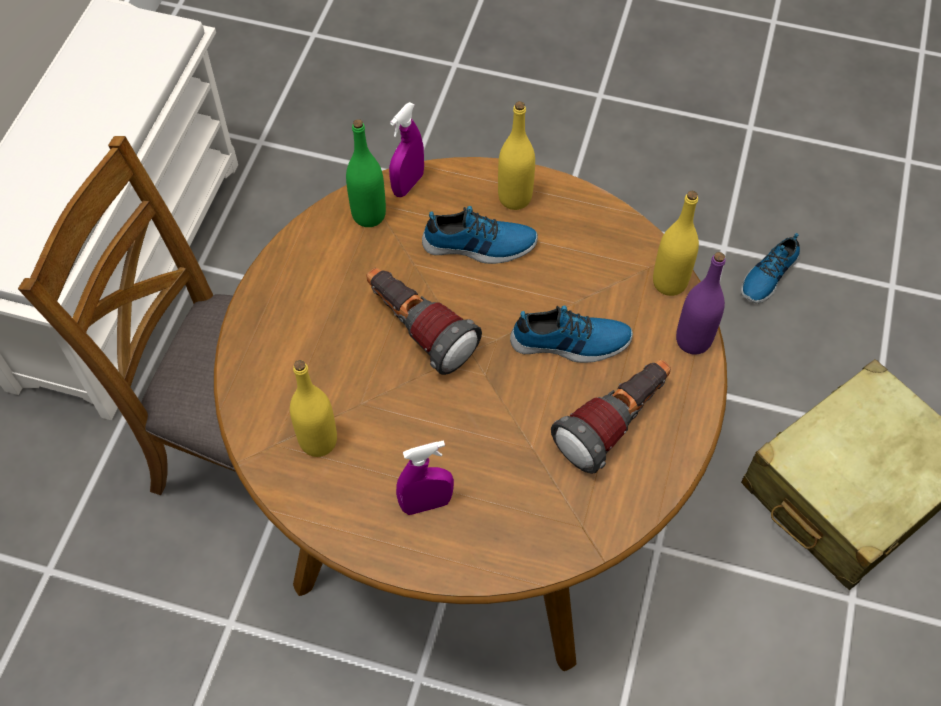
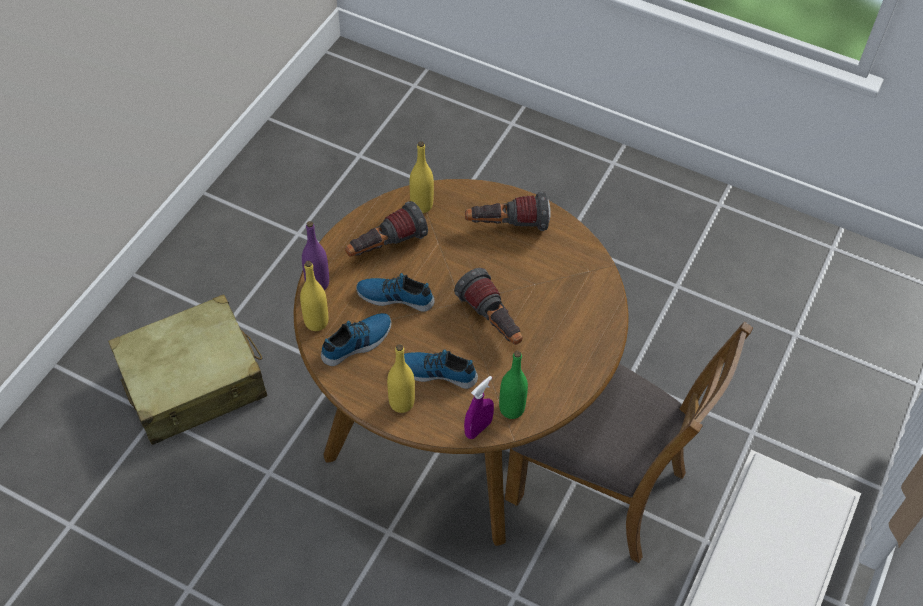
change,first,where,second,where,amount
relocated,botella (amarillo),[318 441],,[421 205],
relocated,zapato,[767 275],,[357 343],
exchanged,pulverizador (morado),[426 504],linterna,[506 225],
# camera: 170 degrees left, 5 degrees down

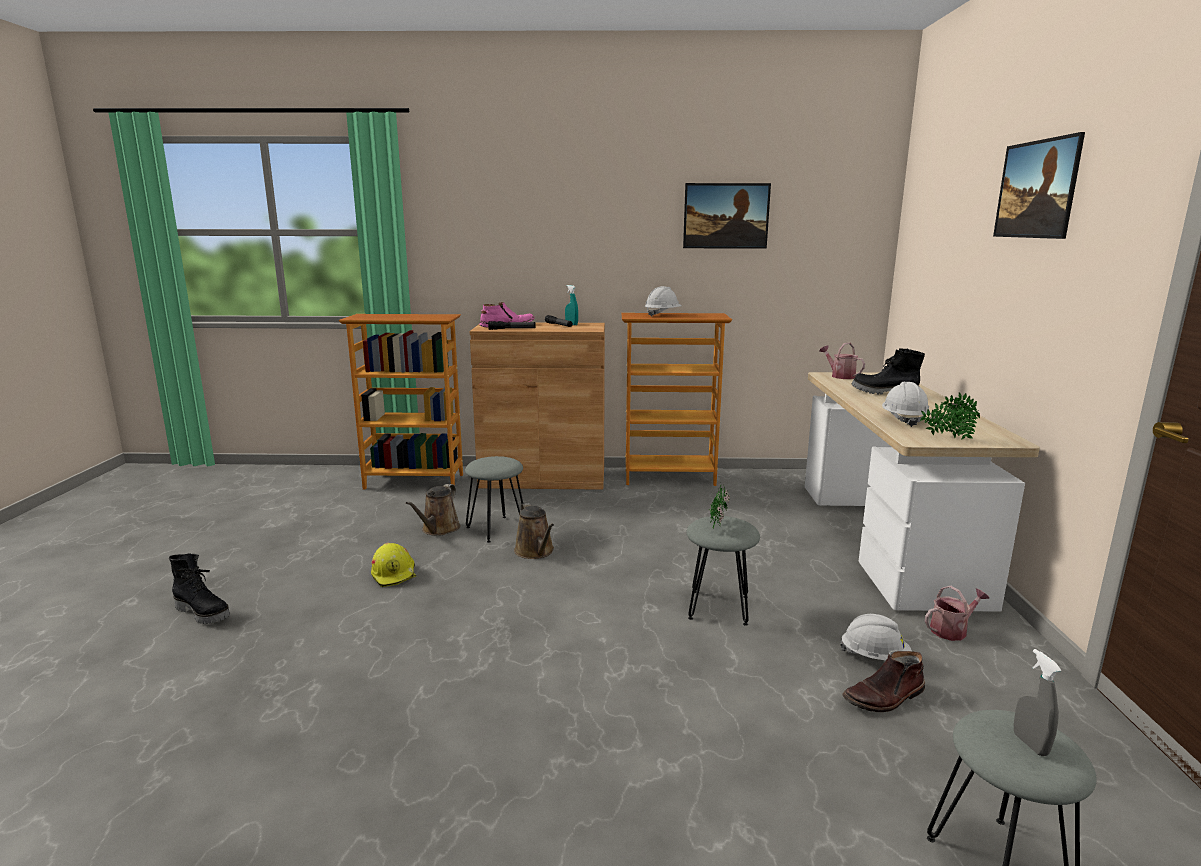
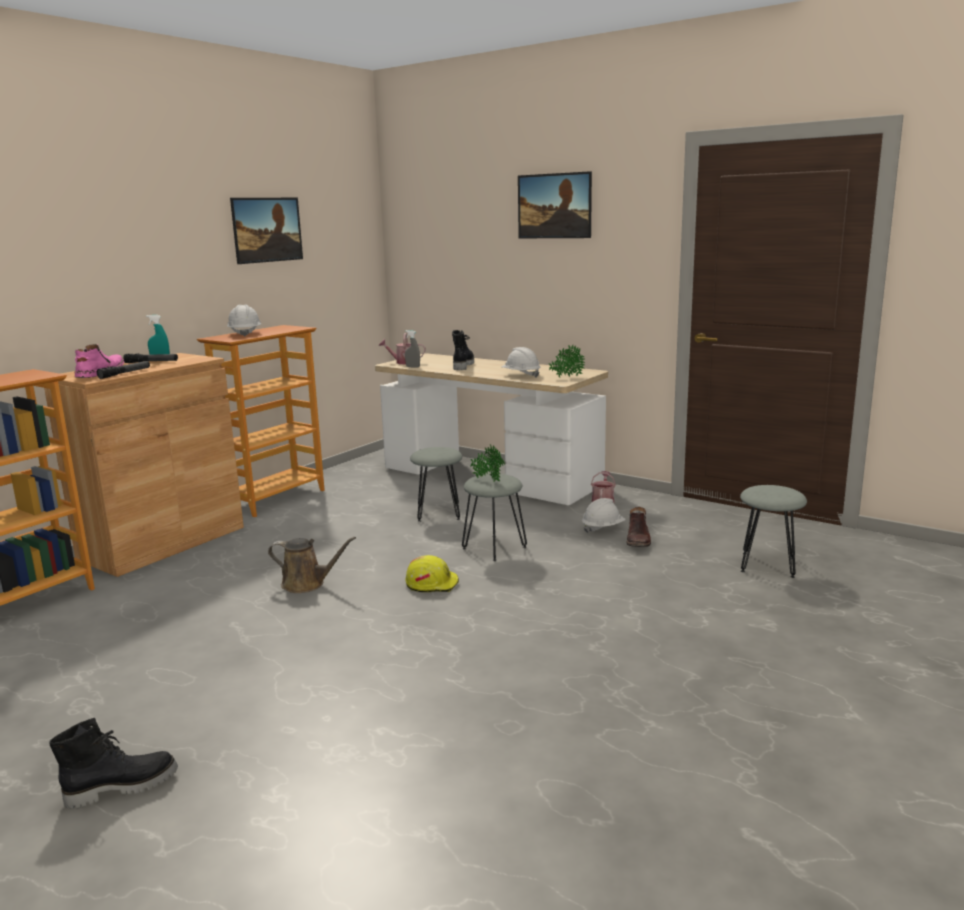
change,first,where,second,where,amount
missing,regadera (marrón),[438 529],,,
relocated,casco (amarillo),[394 574],,[432 584],
relocated,taburete (gris),[496 528],,[438 513],
relocated,pulverizador (gris),[1030 744],,[413 367],
spun,bota (negro),[883 393],,[462 365],120 degrees clockwise
# camera: 55 degrees left, 0 degrees up

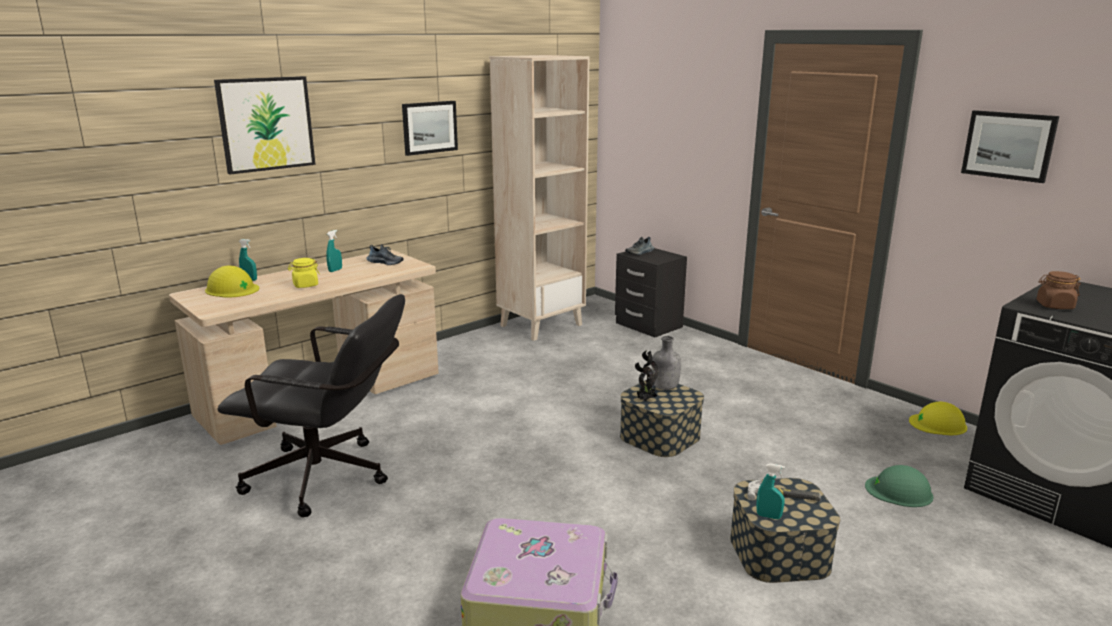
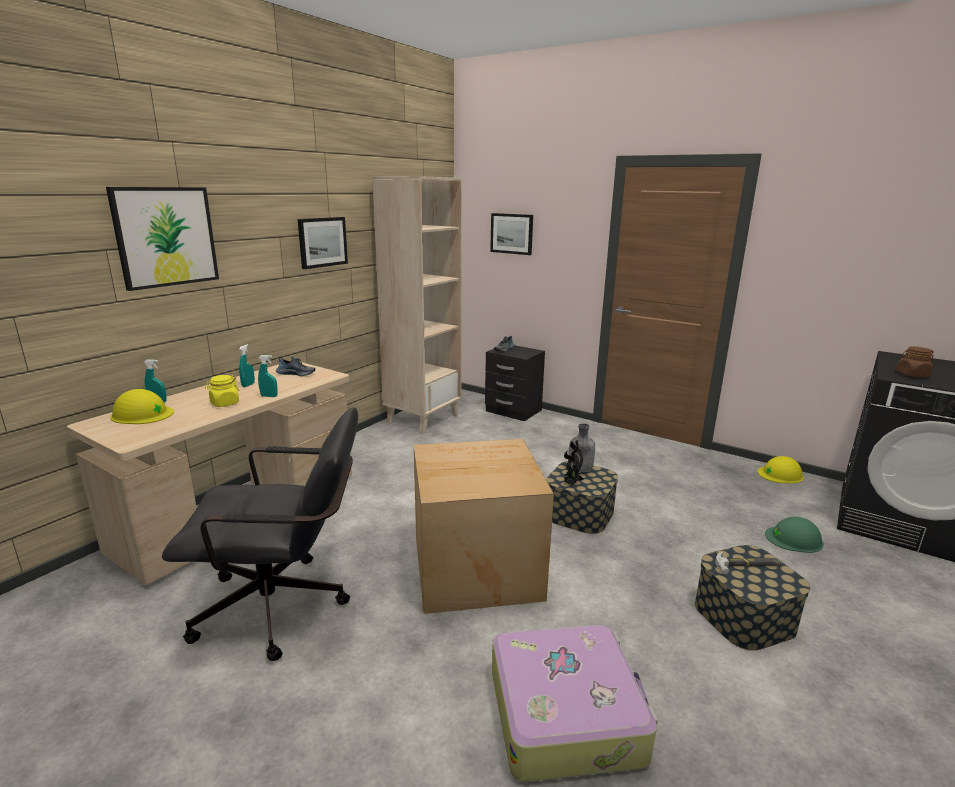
change,first,where,second,where,amount
appeared,,,caja de cartón,[474 567],
relocated,pulverizador (turquesa),[768 516],,[269 396],
relocated,cuadro,[1008 145],,[512 233],
# camera: 15 degrees left, 0 degrees up

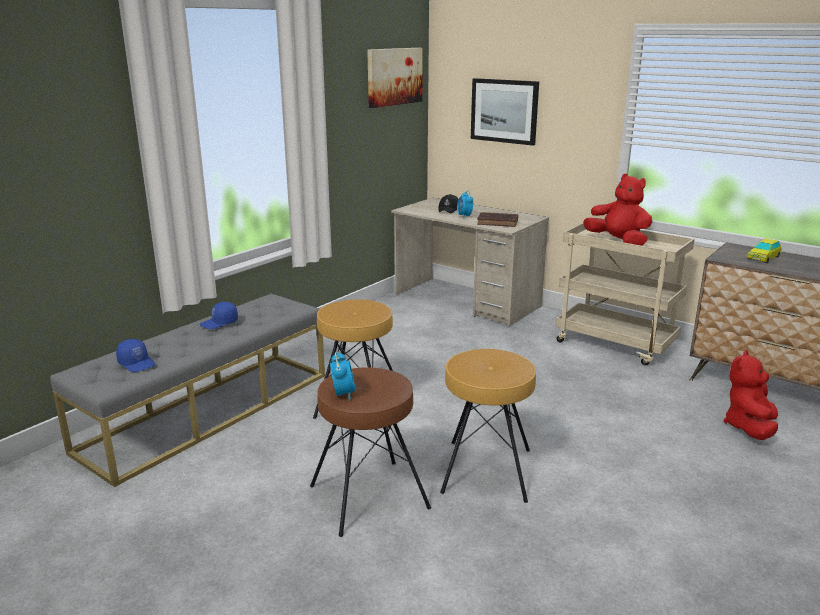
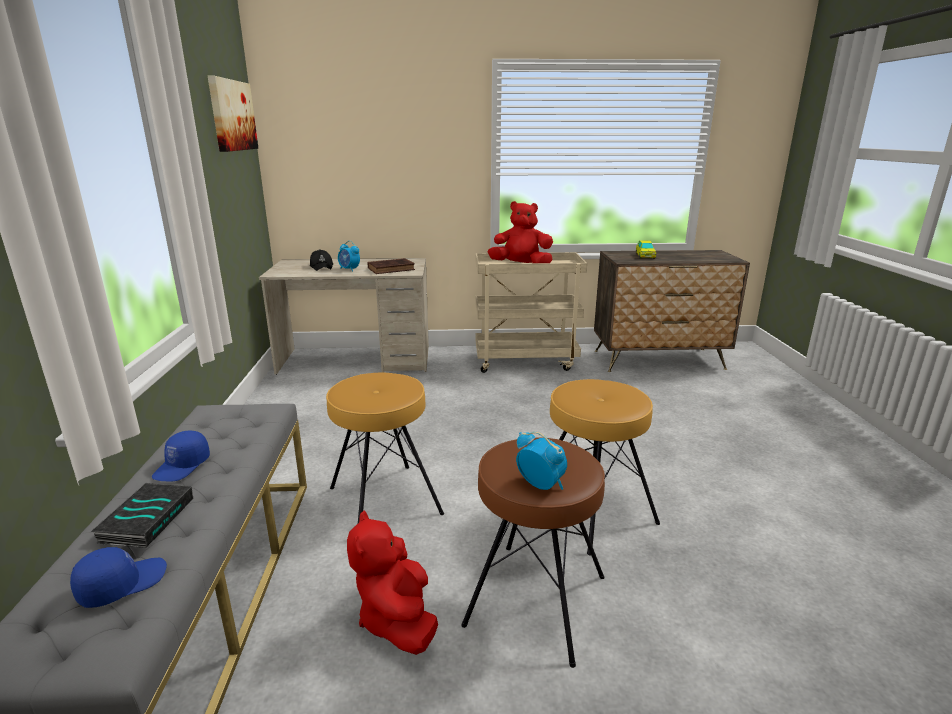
change,first,where,second,where,amount
missing,cuadro,[504 111],,,
appeared,,,libro,[146 519],
relocated,peluche (rojo),[749 428],,[397 619],
spun,gorra (azul),[137 363],,[122 583],45 degrees counterclockwise
# camera: 40 degrees left, 0 degrees up

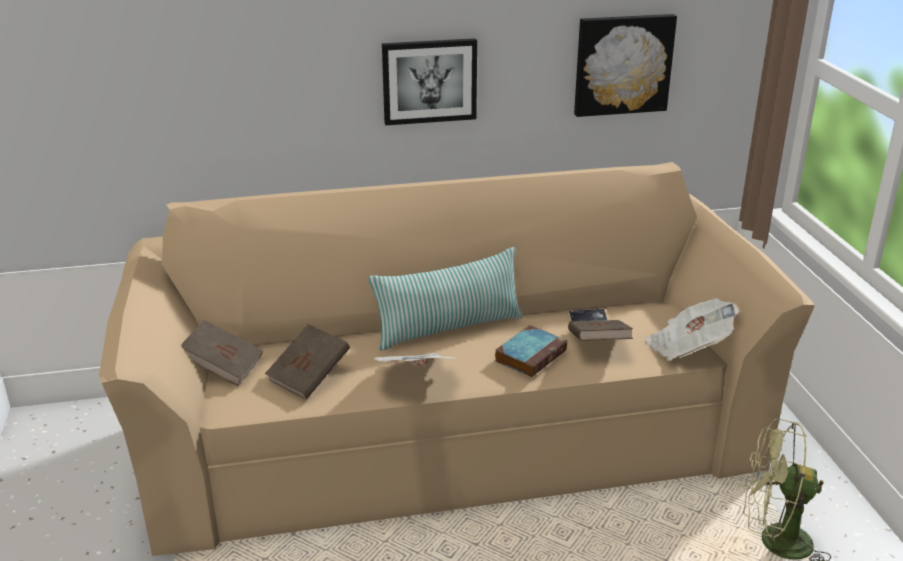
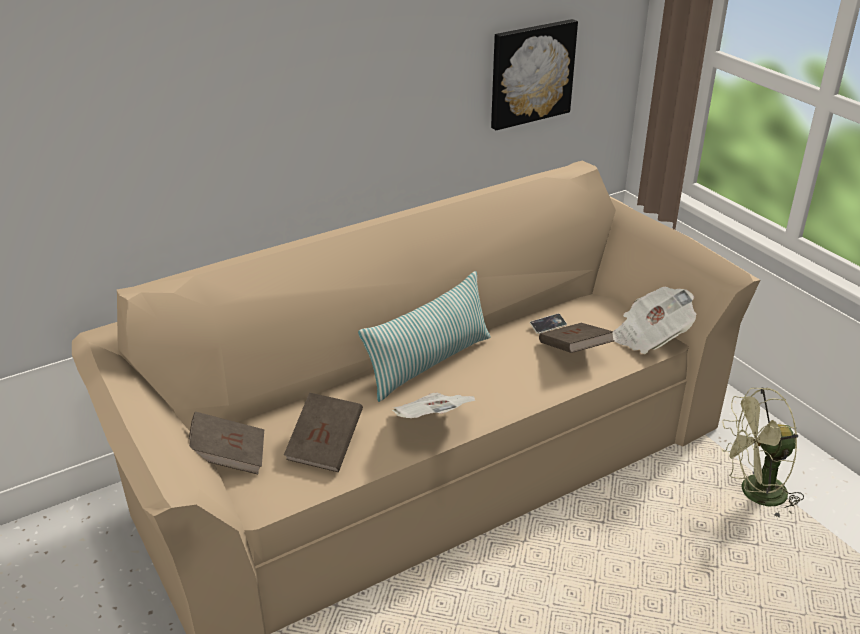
change,first,where,second,where,amount
missing,cuadro,[429 81],,,
missing,libro,[531 355],,,
# camera: 20 degrees left, 5 degrees up

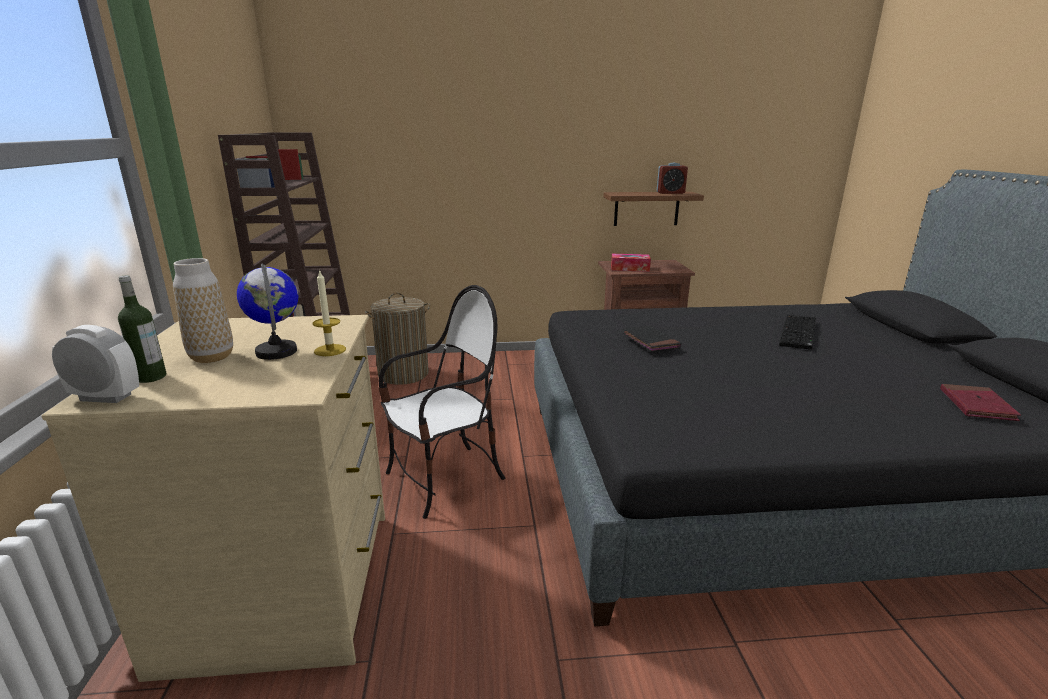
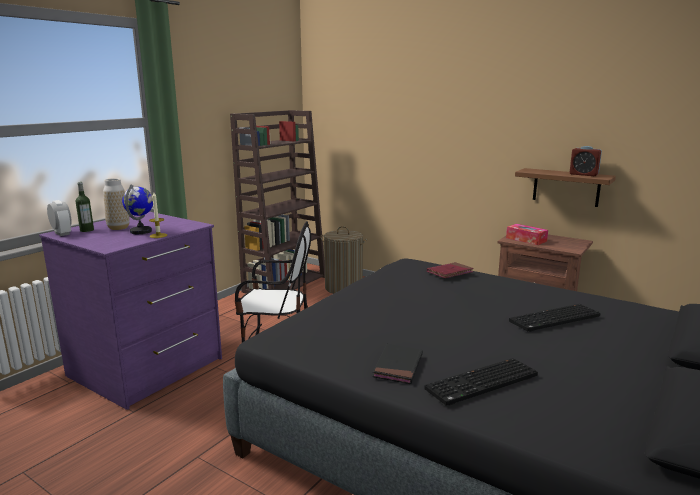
change,first,where,second,where,amount
appeared,,,teclado,[482 384],
relocated,libro (negro),[650 341],,[398 366],
relocated,libro (rojo),[976 405],,[450 272],
colour,cómoda (beis),[287 586],cómoda (morado),[147 368],
# camera: 40 degrees right, 5 degrees down

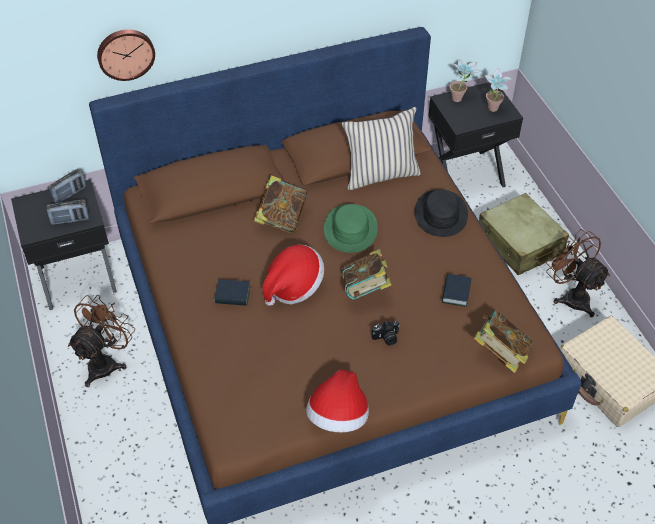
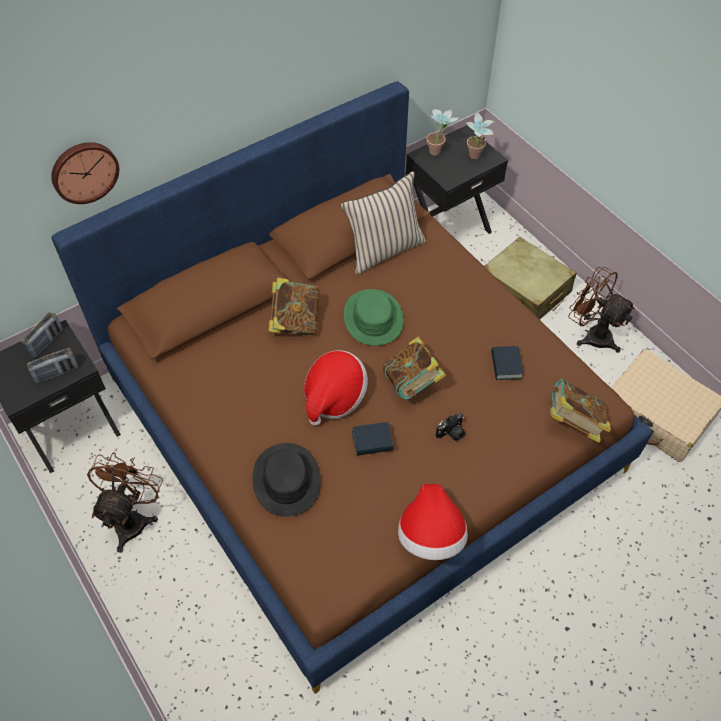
change,first,where,second,where,amount
relocated,libro,[232 295],,[372 441],
relocated,sombrero (negro),[440 214],,[286 480],
# camera: 15 degrees left, 5 degrees up

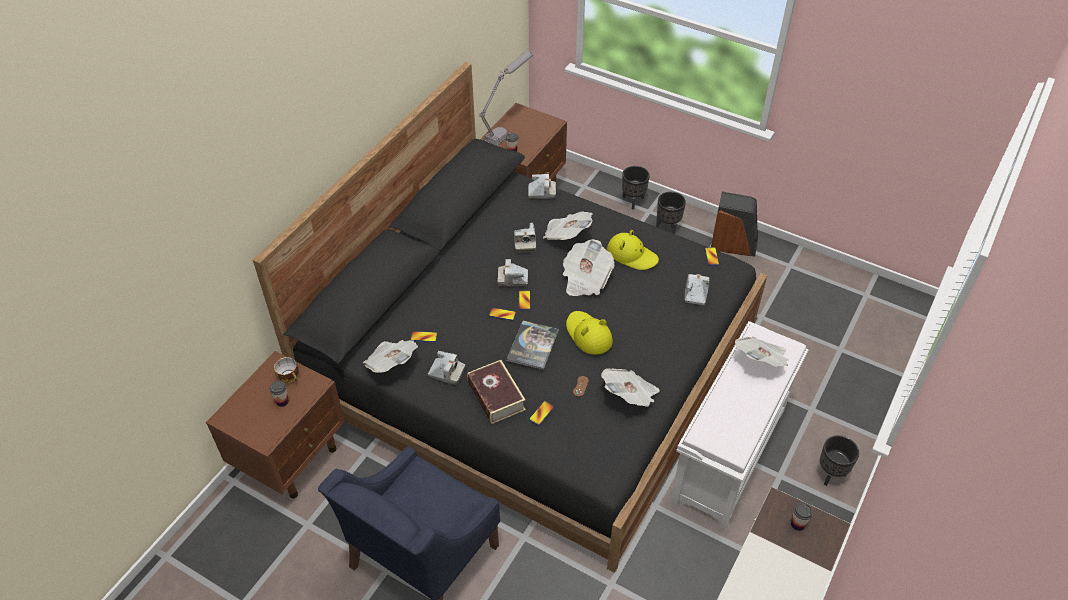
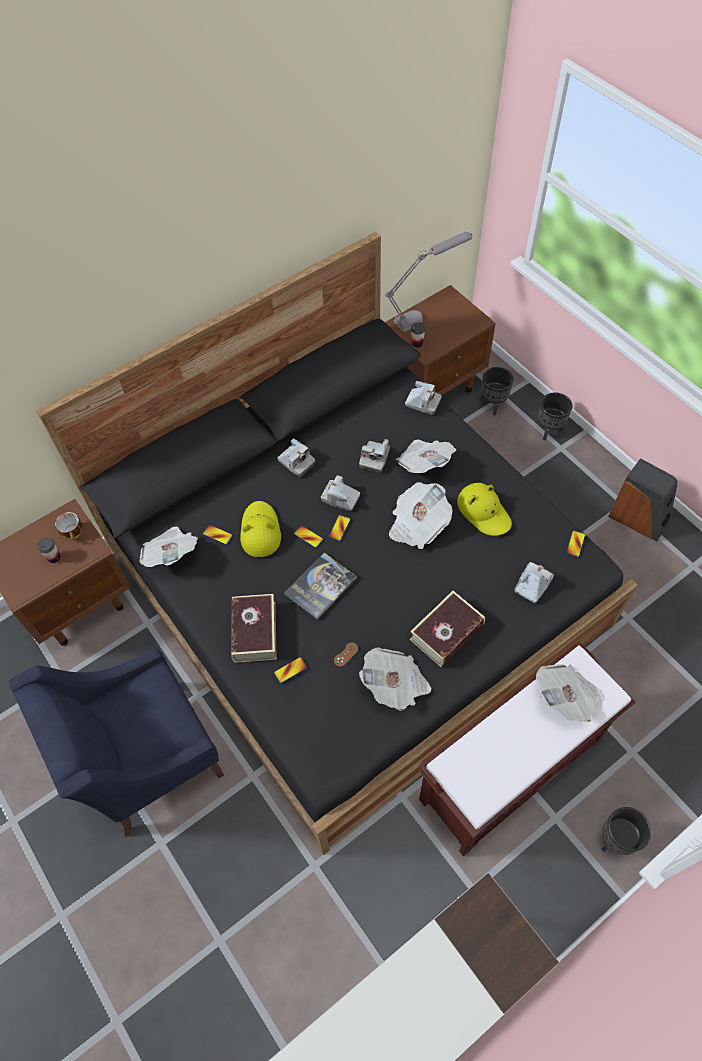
change,first,where,second,where,amount
missing,taza,[797 524],,,
appeared,,,libro,[446 632],
relocated,cámara,[446 373],,[296 462],
relocated,sombrero (amarillo),[588 335],,[260 531],
relocated,maceta (negro),[668 227],,[493 405],
colour,banco (blanco),[728 453],banco (marrón),[510 768],
# camera: 25 degrees right, 10 degrees up

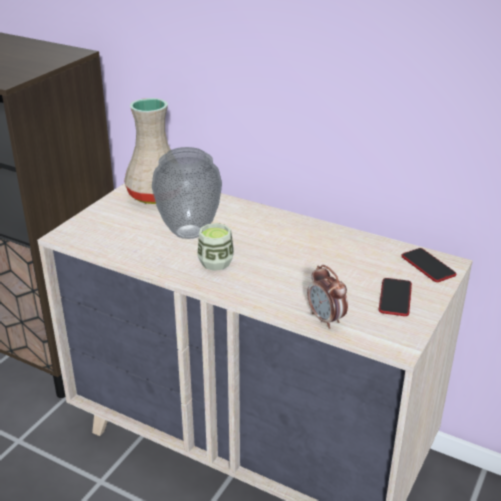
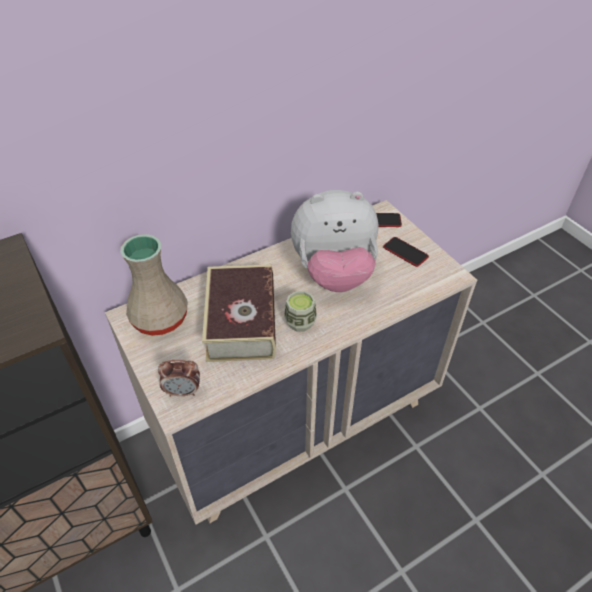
change,first,where,second,where,amount
appeared,,,peluche,[334 273],
relocated,despertador,[326 319],,[183 391],
exchanged,florero,[188 232],libro,[241 321],
# camera: 60 degrees left, 15 degrees up

